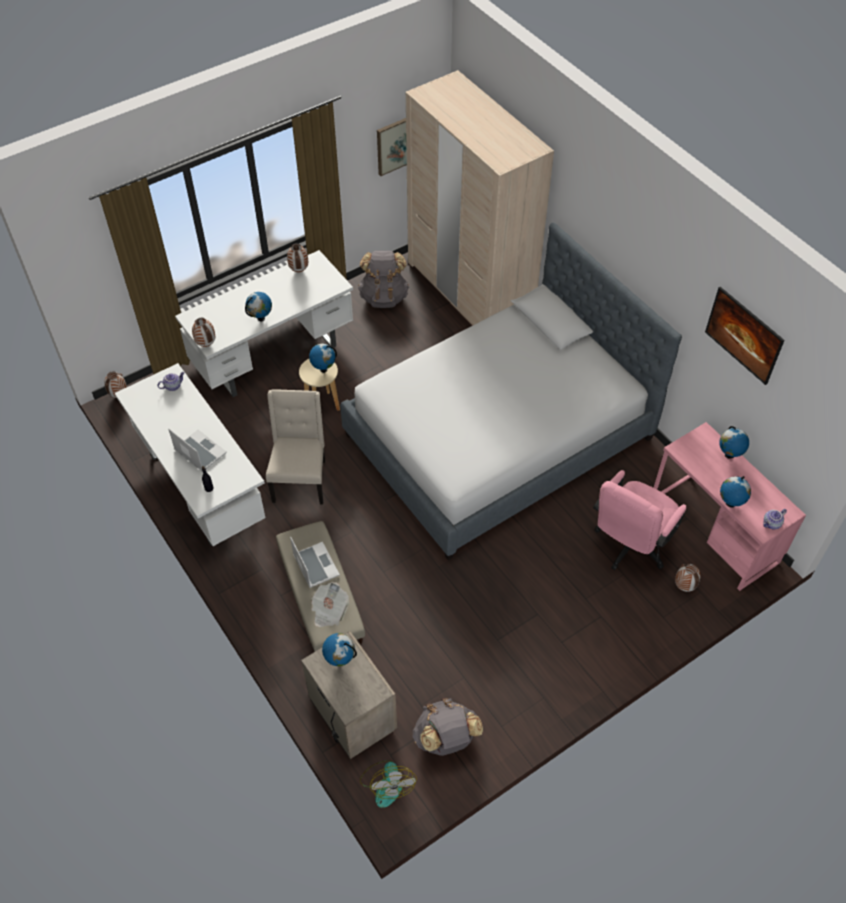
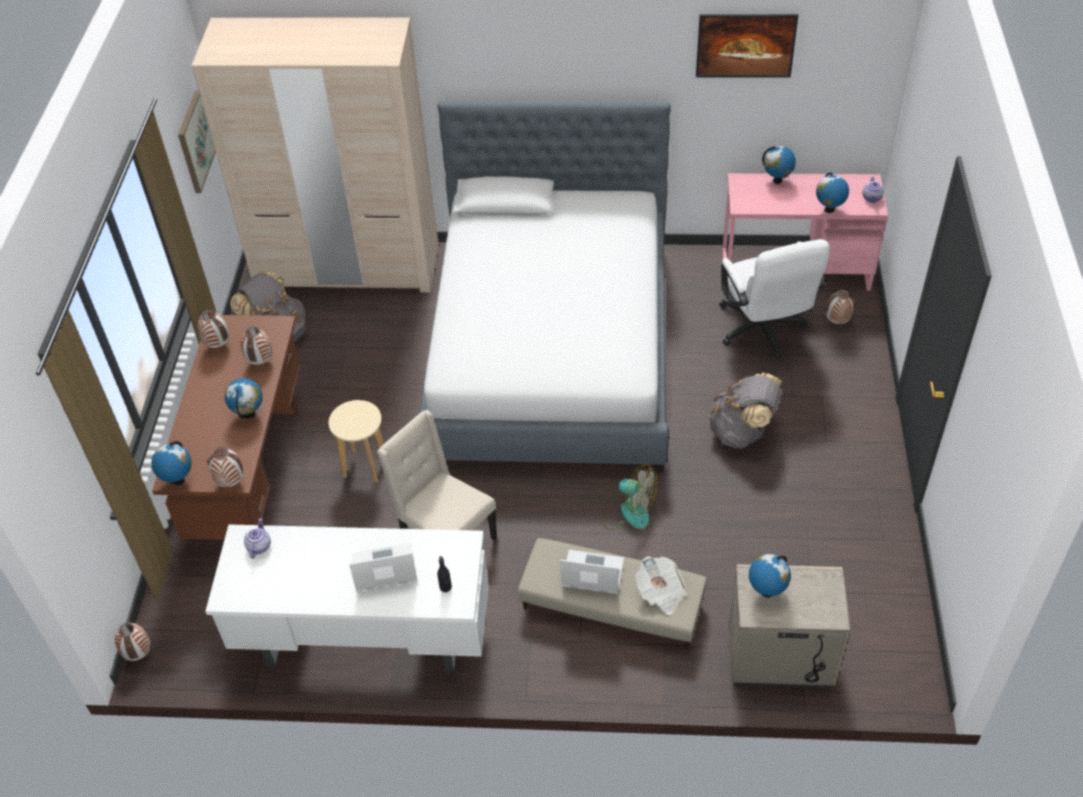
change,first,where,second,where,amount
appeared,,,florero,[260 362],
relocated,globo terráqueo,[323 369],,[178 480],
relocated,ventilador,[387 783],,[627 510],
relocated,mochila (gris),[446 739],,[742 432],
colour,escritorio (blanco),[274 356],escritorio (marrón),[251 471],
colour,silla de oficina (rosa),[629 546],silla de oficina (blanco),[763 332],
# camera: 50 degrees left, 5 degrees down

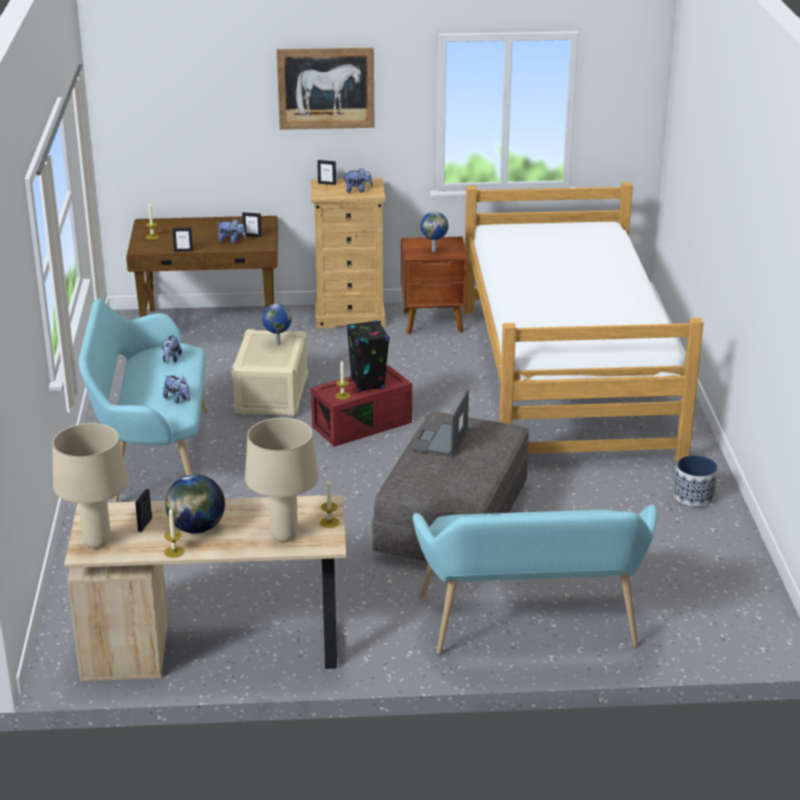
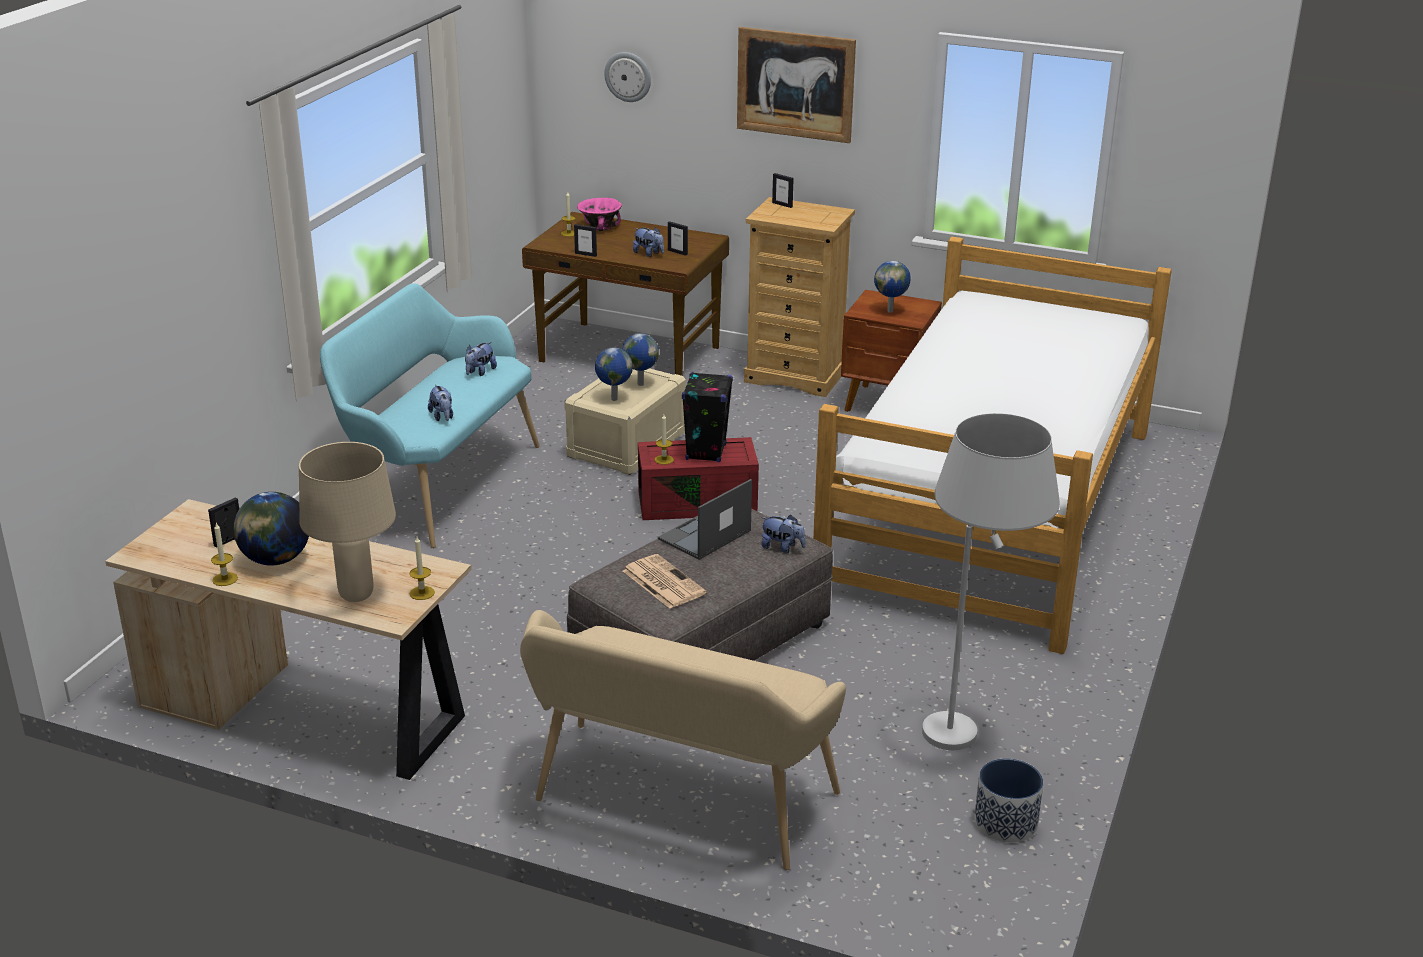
change,first,where,second,where,amount
missing,lámpara de mesa (beis),[97 543],,,
appeared,,,cuenco (rosa),[600 227],
appeared,,,globo terráqueo,[613 399],
appeared,,,reloj de pared,[628 76],
appeared,,,periódico,[662 582],
appeared,,,lámpara de pie (blanco),[970 749],
relocated,peluche,[357 190],,[782 547],
relocated,maceta,[694 496],,[1006 823],
colour,banco (turquesa),[531 628],banco (beis),[677 803],
# camera: 25 degrees right, 0 degrees up

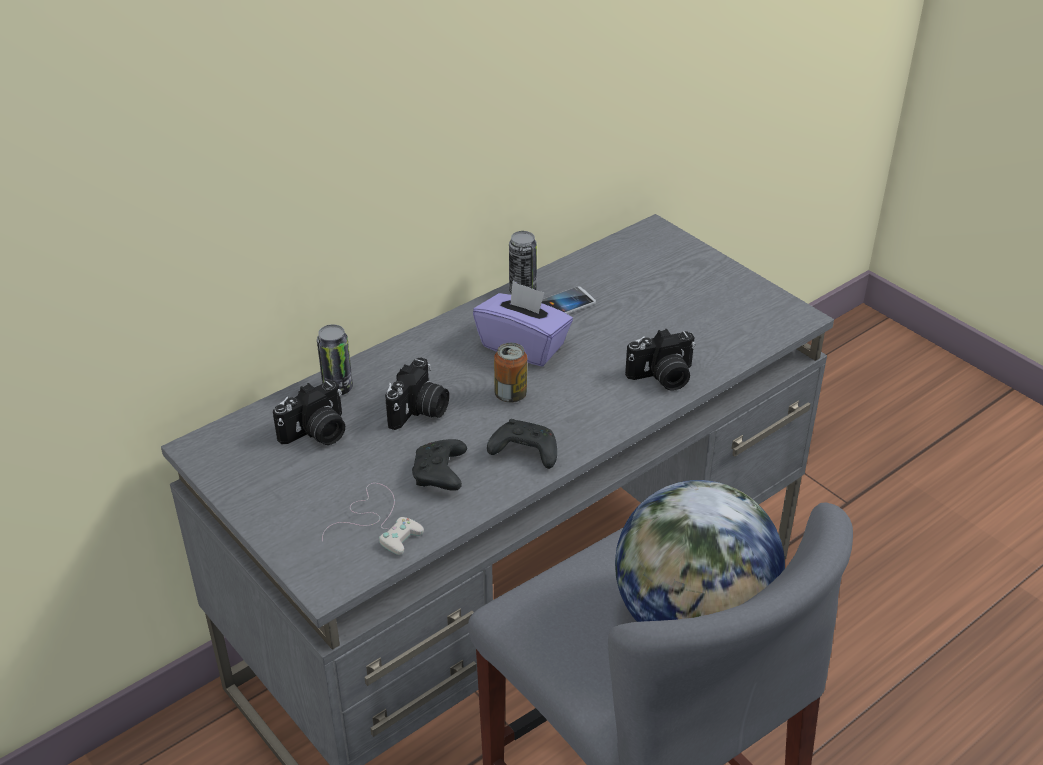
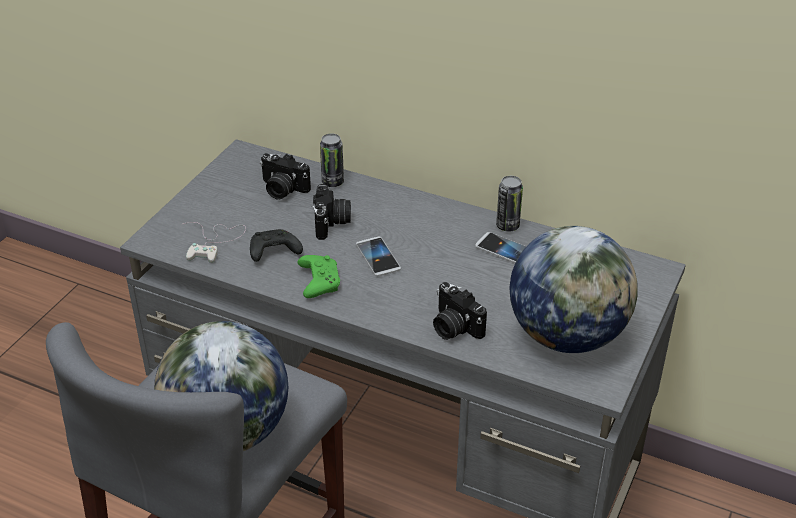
change,first,where,second,where,amount
missing,caja de pañuelos (morado),[523 346],,,
appeared,,,globo terráqueo,[567 335],
exchanged,lata,[510 395],móvil,[378 257],
colour,mando de consola (negro),[523 452],mando de consola (verde),[318 282],
spun,cámara,[419 411],,[332 223],90 degrees counterclockwise
# camera: 65 degrees right, 0 degrees up

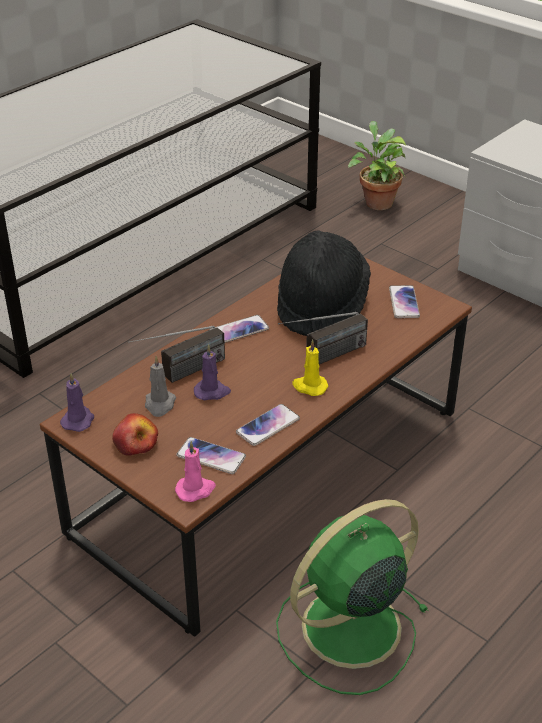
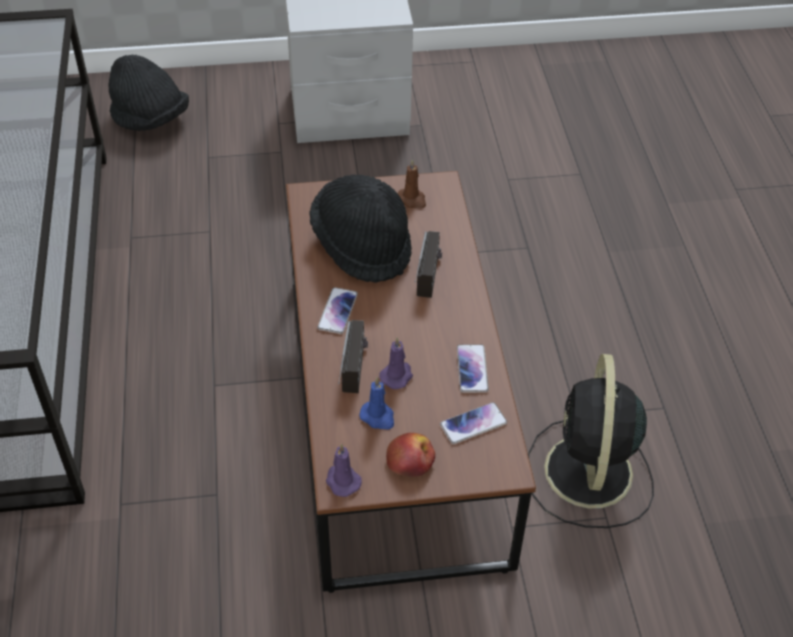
change,first,where,second,where,amount
missing,vela (rosa),[196 490],,,
missing,vela (amarillo),[309 386],,,
exchanged,planta en maceta,[376 202],sombrero (negro),[150 119],
exchanged,móvil,[403 302],vela (marrón),[412 200],
colour,vela (gris),[160 404],vela (azul),[378 417],
colour,ventilador (verde),[347 629],ventilador (negro),[588 475],
# camera: 50 degrees left, 10 degrees up

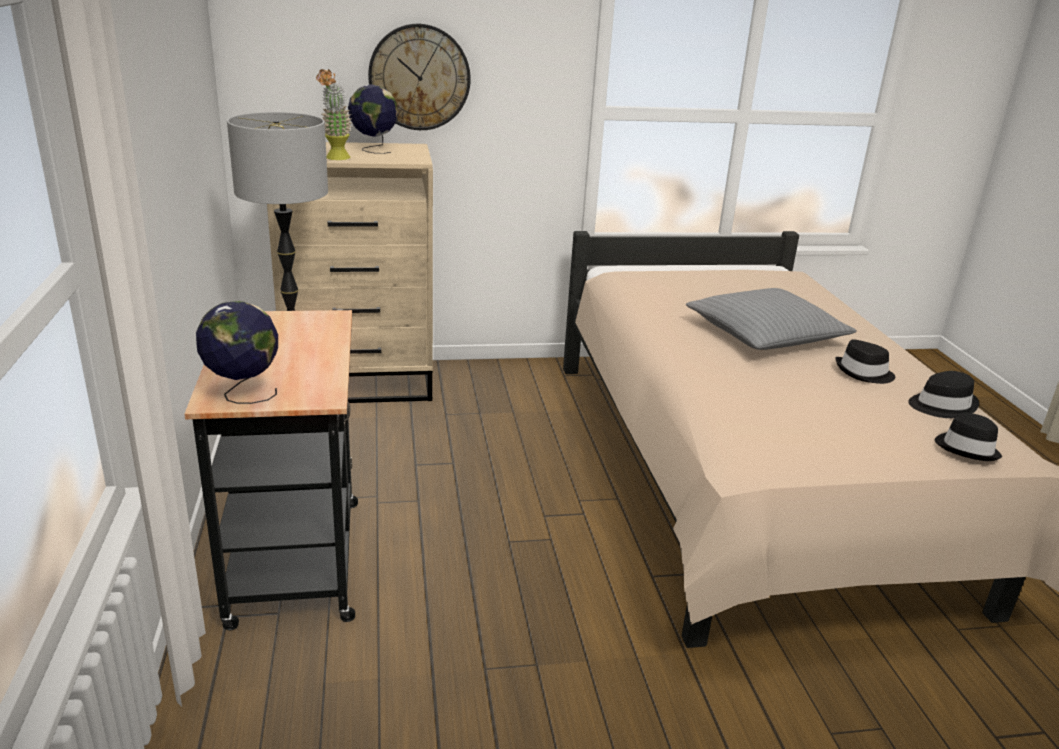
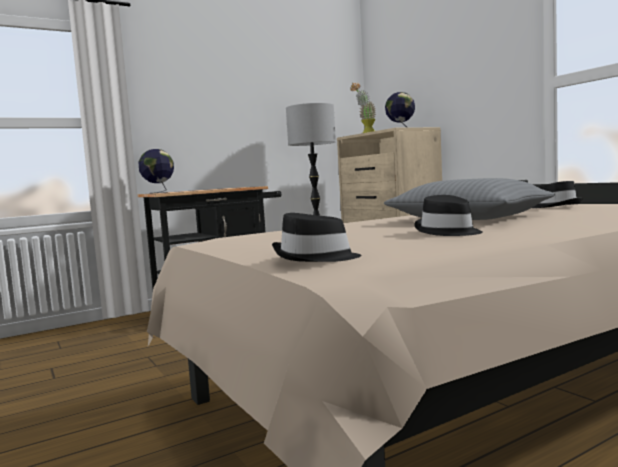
change,first,where,second,where,amount
missing,reloj de pared,[419 77],,,
relocated,sombrero (negro),[941 405],,[555 207],
# camera: 70 degrees right, 20 degrees down

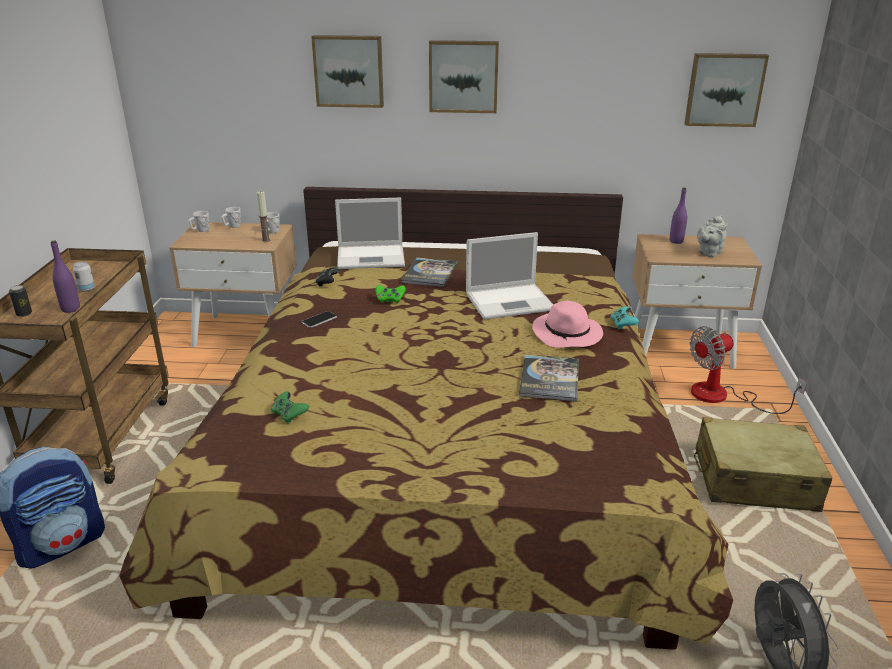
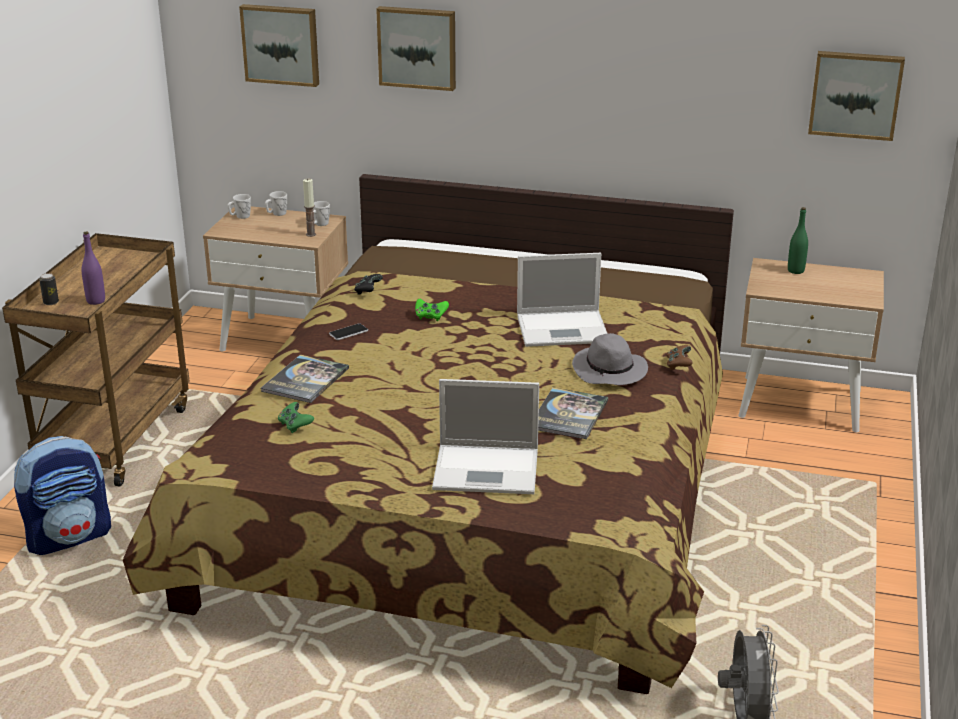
change,first,where,second,where,amount
missing,lata,[86 289],,,
missing,ventilador,[723 396],,,
missing,maleta (beis),[754 480],,,
missing,tetera (gris),[708 253],,,
relocated,portátil,[372 257],,[488 469],
relocated,libro,[429 273],,[305 380],
relocated,cuadro,[463 76],,[281 44],
colour,sombrero (rosa),[568 335],sombrero (gris),[610 371],
colour,mando de consola (turquesa),[622 325],mando de consola (marrón),[678 365],
colour,botella (morado),[676 241],botella (verde),[795 271],
# camera: 10 degrees right, 0 degrees up

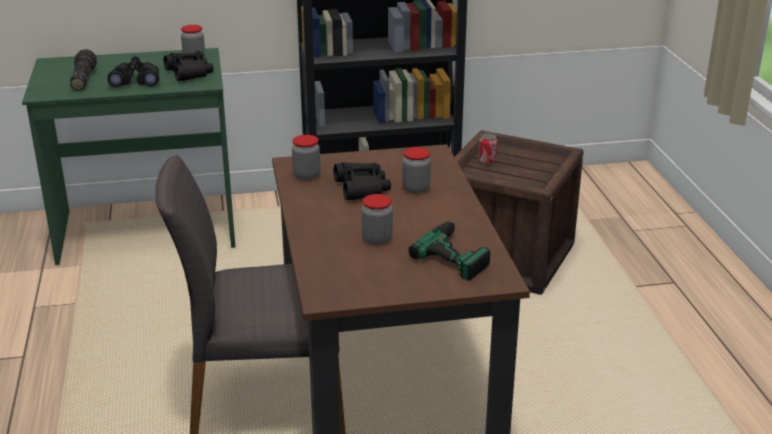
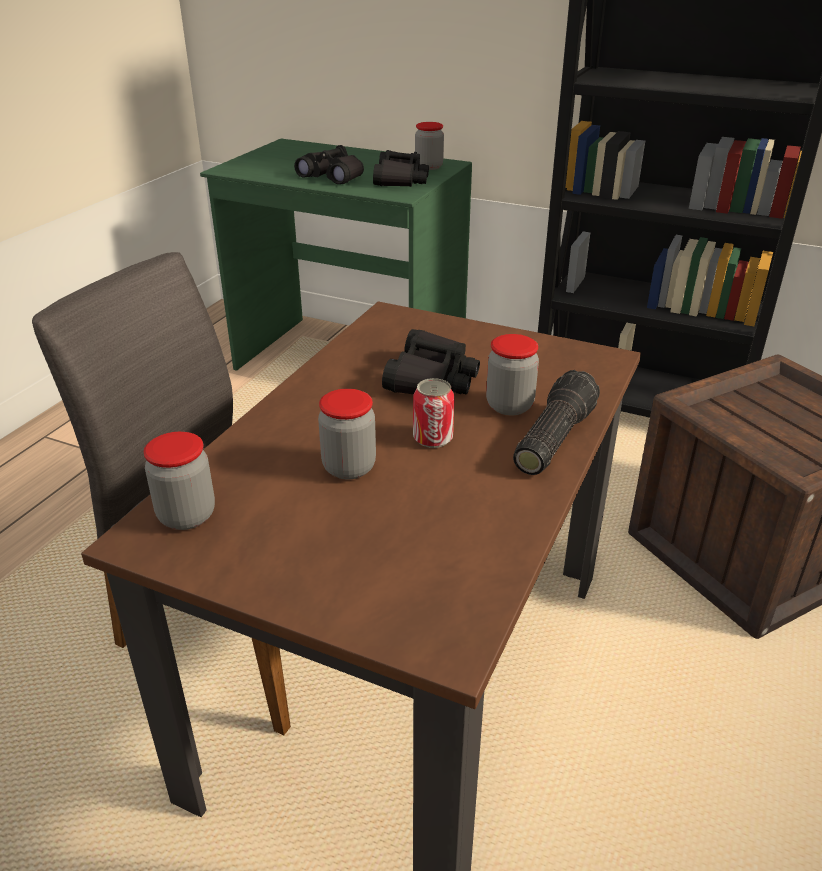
change,first,where,second,where,amount
missing,taladro,[460 251],,,
relocated,linterna,[82 79],,[551 438],
relocated,tarro,[306 175],,[186 516],
relocated,lata,[487 160],,[433 438],
# camera: 35 degrees right, 5 degrees up

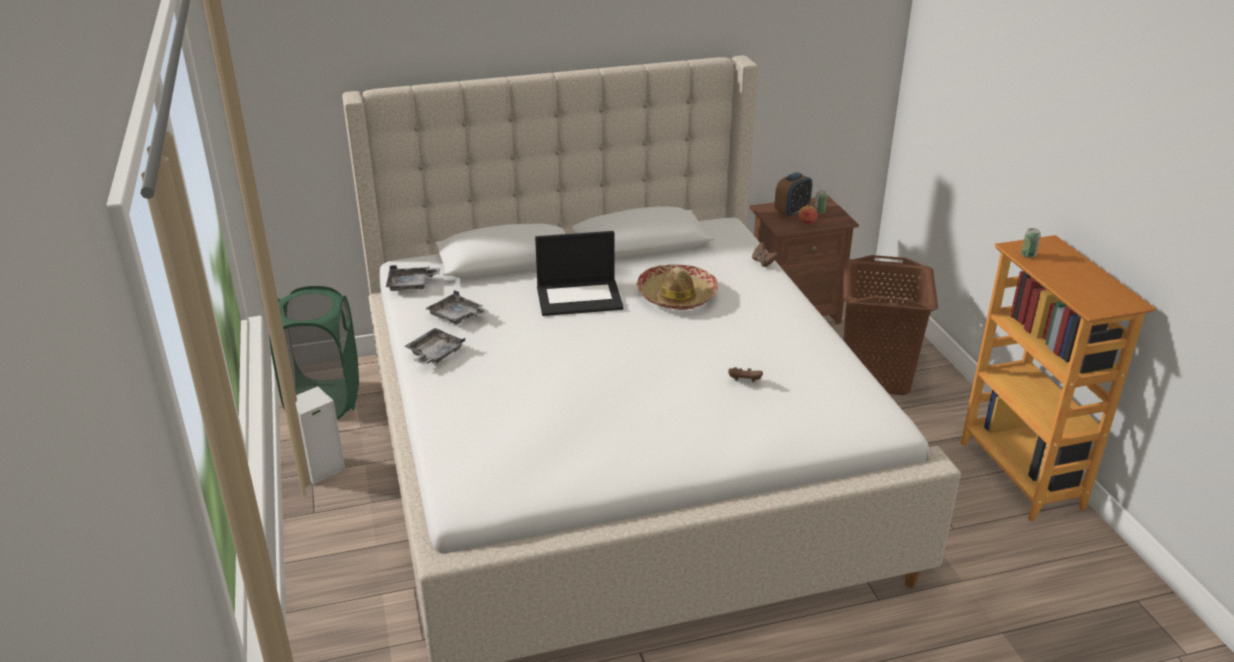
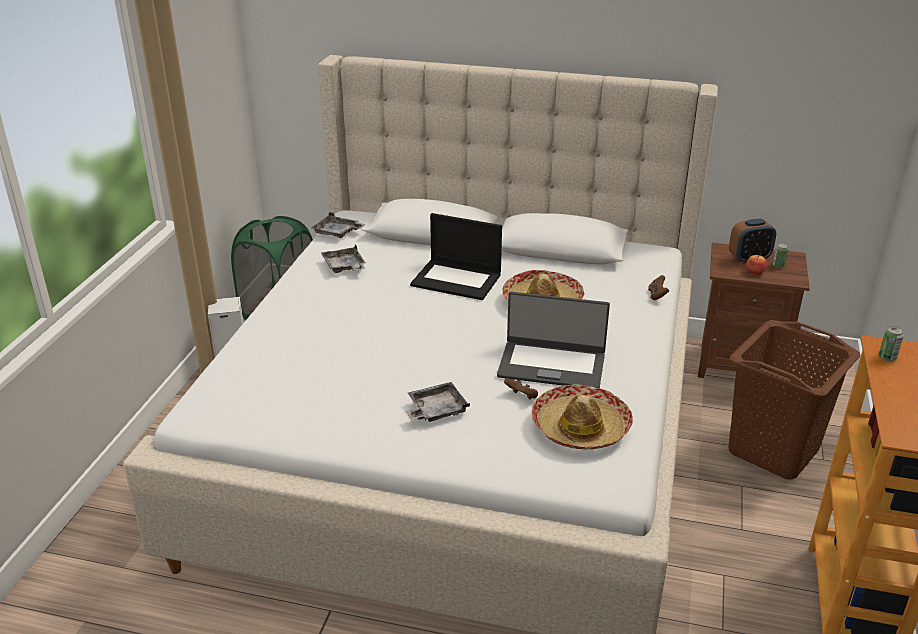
change,first,where,second,where,amount
appeared,,,portátil,[551 365],
appeared,,,sombrero,[580 427],
relocated,bandeja (gris),[434 354],,[436 410],
# camera: 30 degrees right, 0 degrees up

